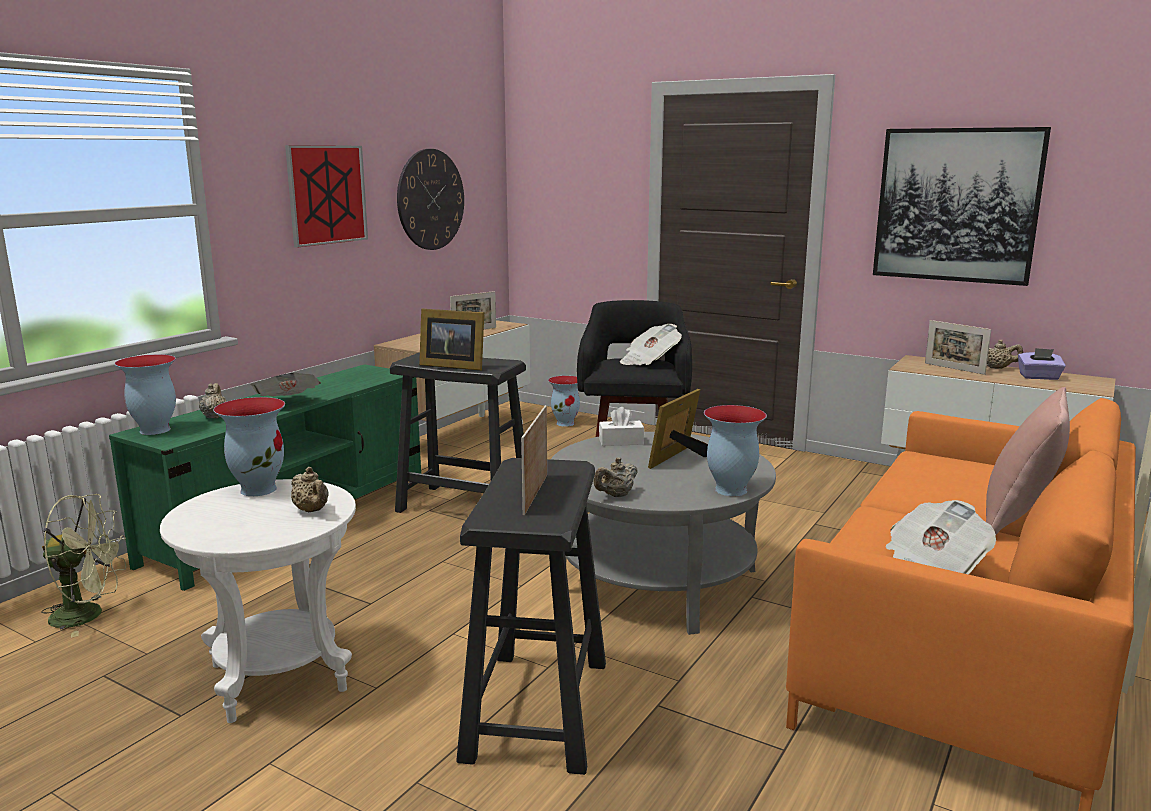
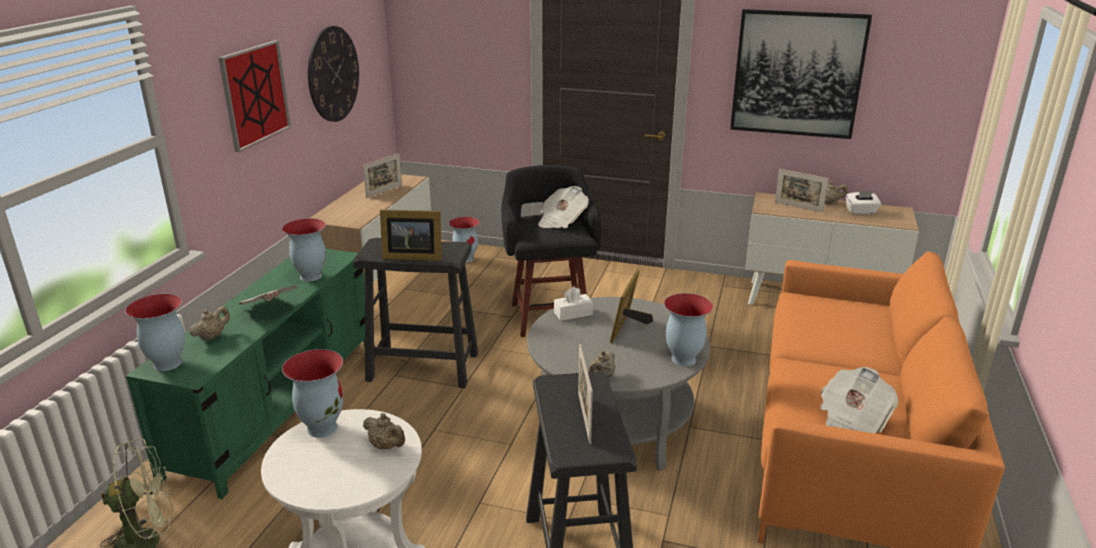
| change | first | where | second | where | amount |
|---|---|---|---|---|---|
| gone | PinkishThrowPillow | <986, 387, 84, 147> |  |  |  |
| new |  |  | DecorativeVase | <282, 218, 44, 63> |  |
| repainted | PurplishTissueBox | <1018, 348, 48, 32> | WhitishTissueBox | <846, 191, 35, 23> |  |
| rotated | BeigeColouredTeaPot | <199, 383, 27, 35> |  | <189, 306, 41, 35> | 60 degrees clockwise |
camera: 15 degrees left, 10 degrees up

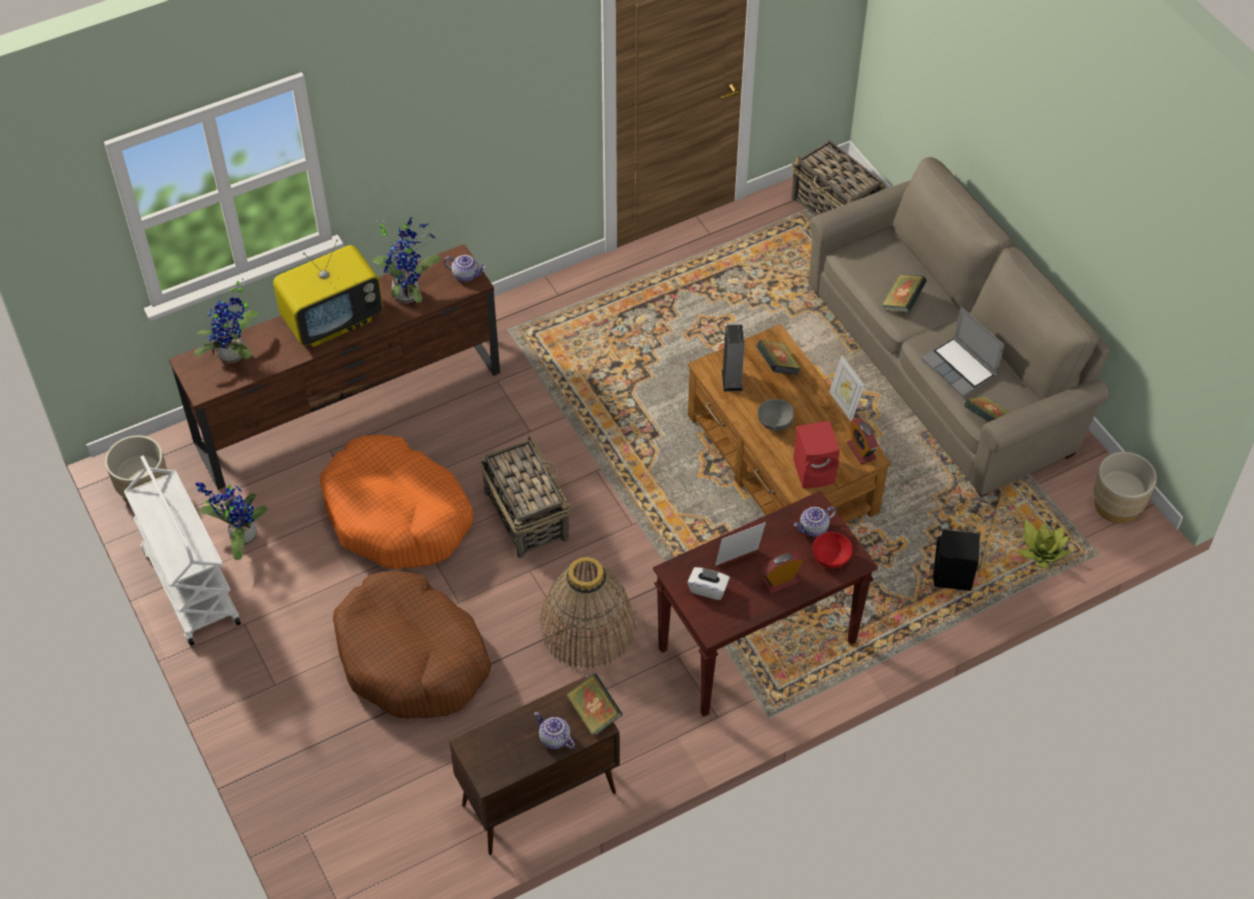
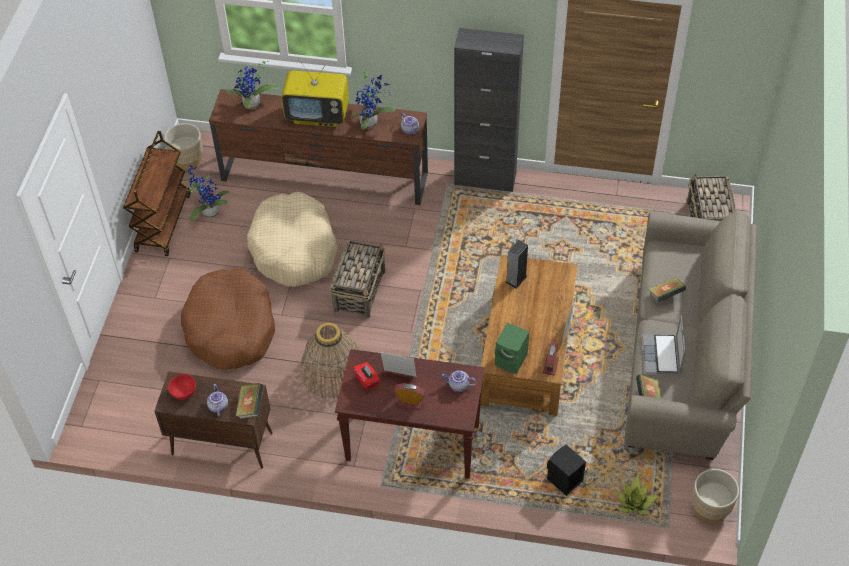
| change | first | where | second | where | amount |
|---|---|---|---|---|---|
| gone | Volume | <756, 340, 45, 35> |  |  |  |
| gone | GrayDeepDish | <758, 399, 36, 32> |  |  |  |
| new |  |  | BlackishCupboard | <454, 28, 70, 164> |  |
| shifted | RedDeepDish | <812, 532, 41, 36> |  | <168, 374, 28, 25> |  |
| repainted | WhitishTrolley | <124, 456, 117, 190> | BrownColouredTrolley | <123, 131, 68, 125> |  |
| repainted | OrangeDogCushion | <320, 435, 154, 134> | BeigeColouredDogCushion | <247, 192, 91, 95> |  |
| repainted | WhitishTissueBox | <687, 567, 43, 33> | RedTissueBox | <353, 362, 27, 28> |  |
| repainted | RedAudioSpeaker | <793, 421, 47, 67> | GreenColouredAudioSpeaker | <495, 323, 34, 51> |  |
camera: 40 degrees right, 0 degrees up

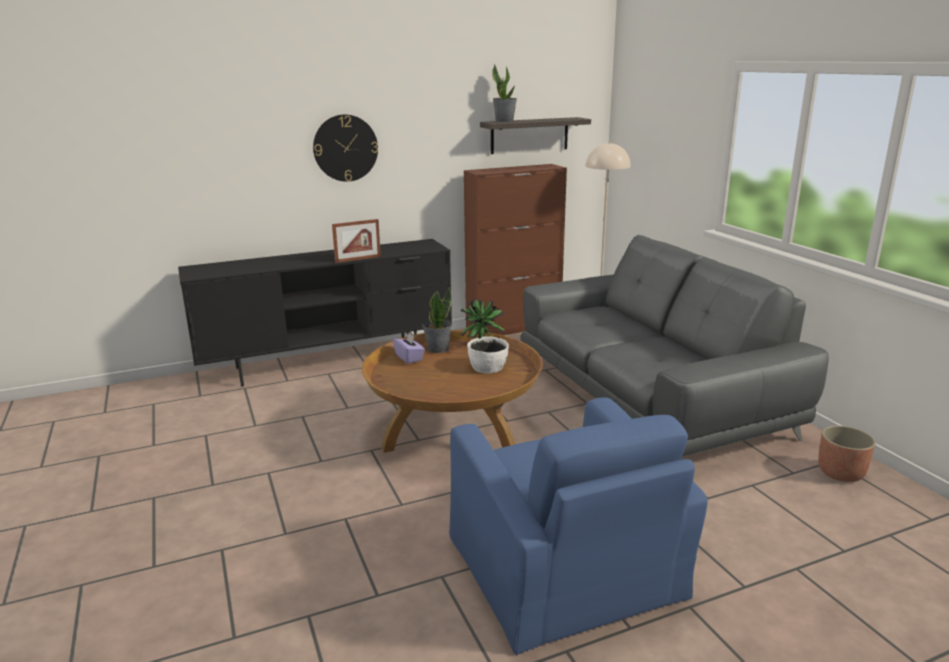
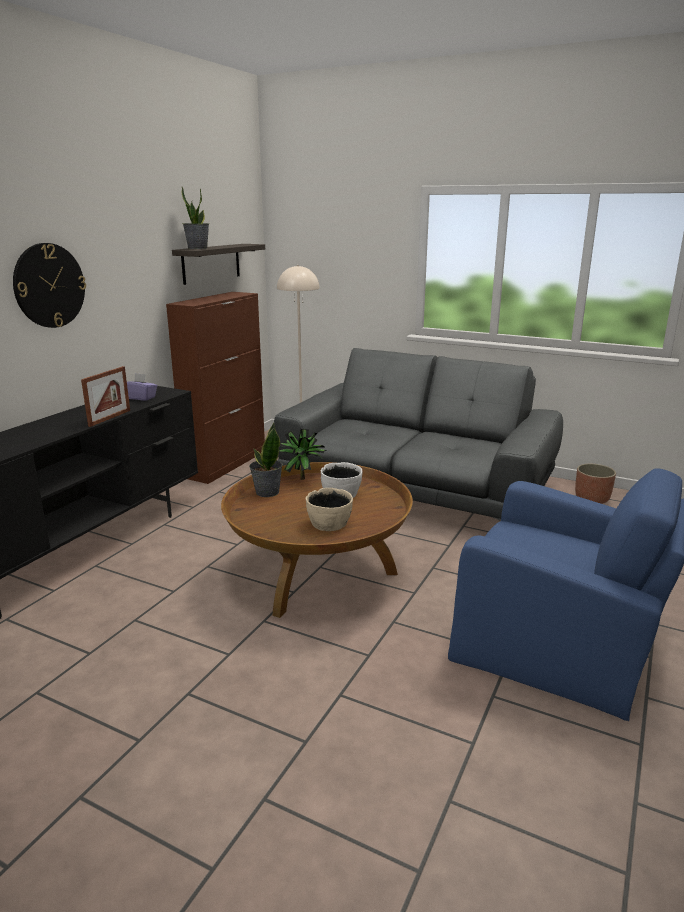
| change | first | where | second | where | amount |
|---|---|---|---|---|---|
| new |  |  | BeigeColouredDeepDish | <306, 488, 47, 43> |  |
| shifted | PurplishTissueBox | <393, 333, 32, 31> |  | <127, 373, 31, 28> |  |
camera: 40 degrees left, 0 degrees up

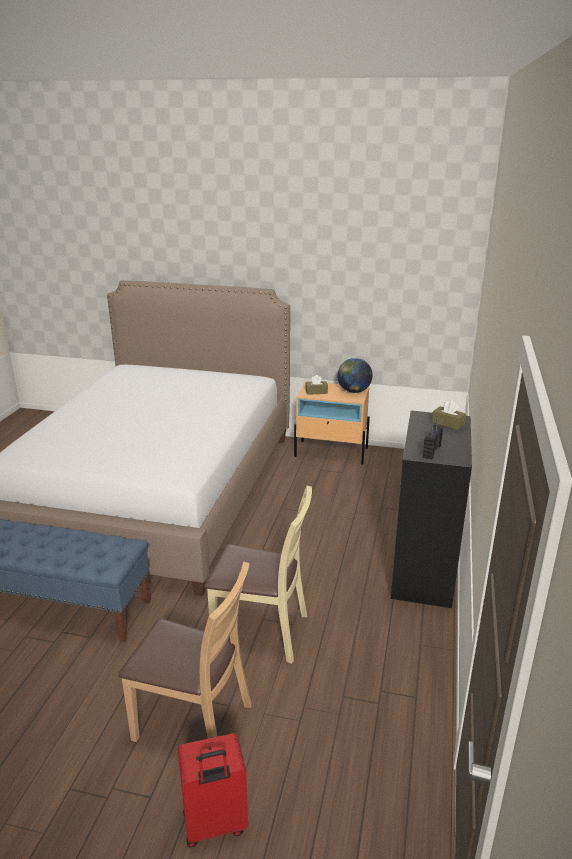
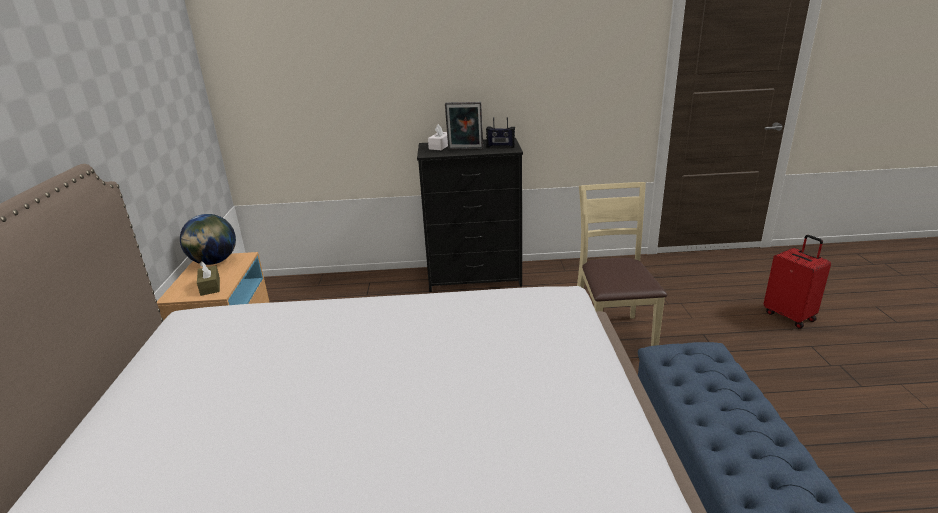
| change | first | where | second | where | amount |
|---|---|---|---|---|---|
| gone | BrownColouredPlainChair | <118, 561, 134, 181> |  |  |  |
| new |  |  | PictureFrame | <445, 102, 38, 48> |  |
| repainted | BrownColouredTissueBox | <432, 401, 34, 29> | WhitishTissueBox | <428, 124, 20, 26> |  |
camera: 105 degrees left, 0 degrees up

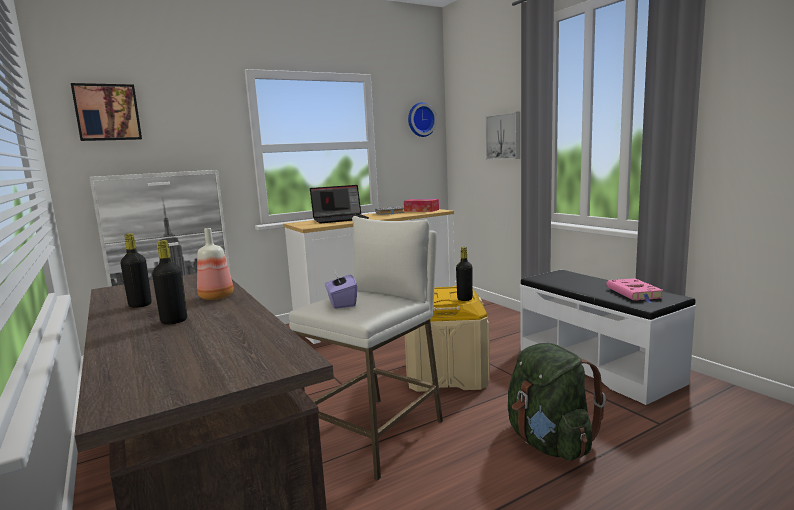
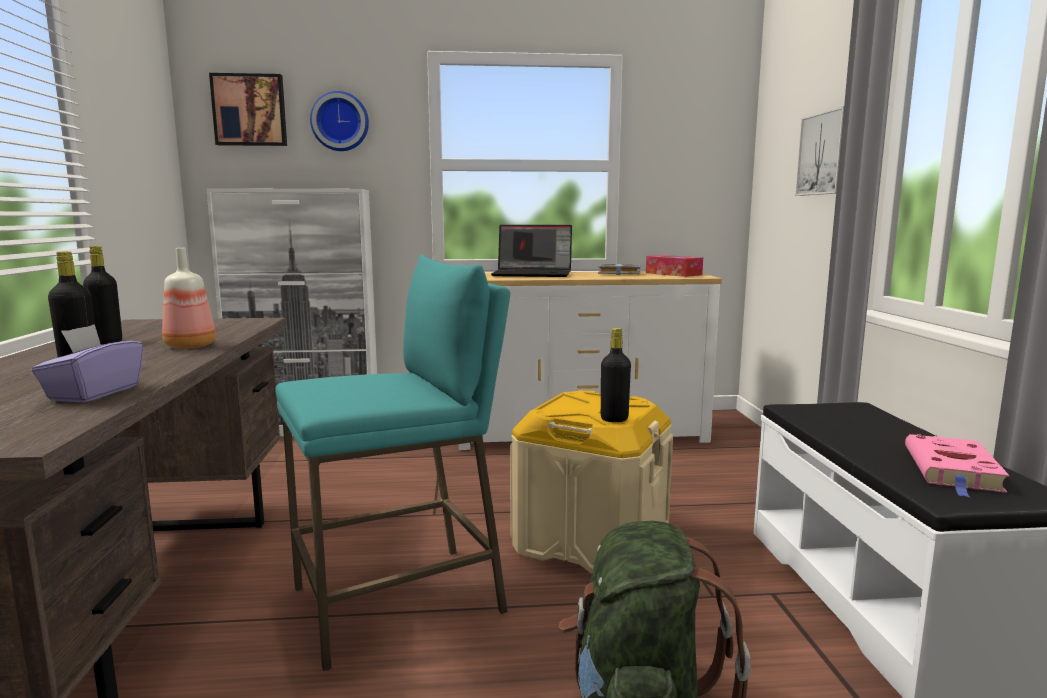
| change | first | where | second | where | amount |
|---|---|---|---|---|---|
| shifted | PurplishTissueBox | <325, 269, 32, 40> |  | <31, 324, 112, 79> |  |
| shifted | ClockOnTheWall | <408, 102, 29, 35> |  | <310, 91, 59, 60> |  |
| repainted | WhitishSittingStool | <289, 216, 154, 264> | TurquoiseSittingStool | <275, 255, 235, 416> |  |
camera: 25 degrees right, 0 degrees up

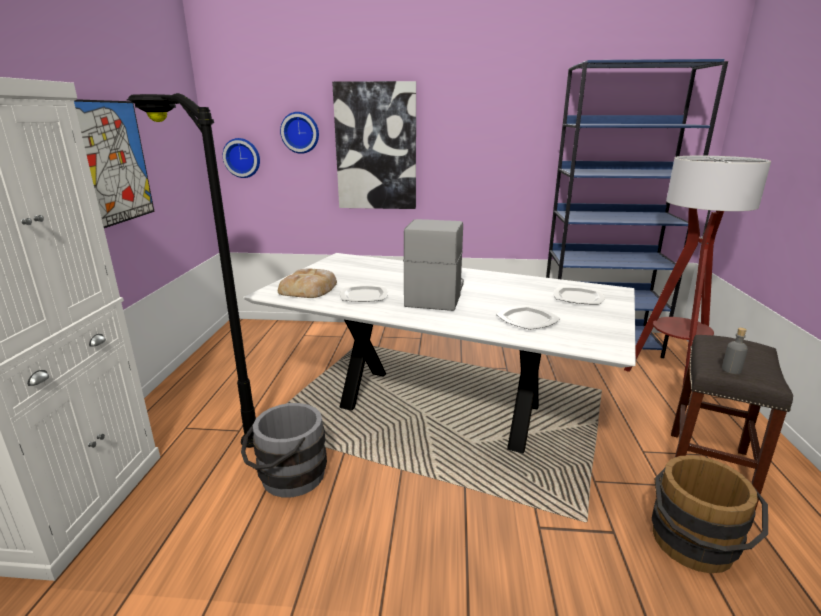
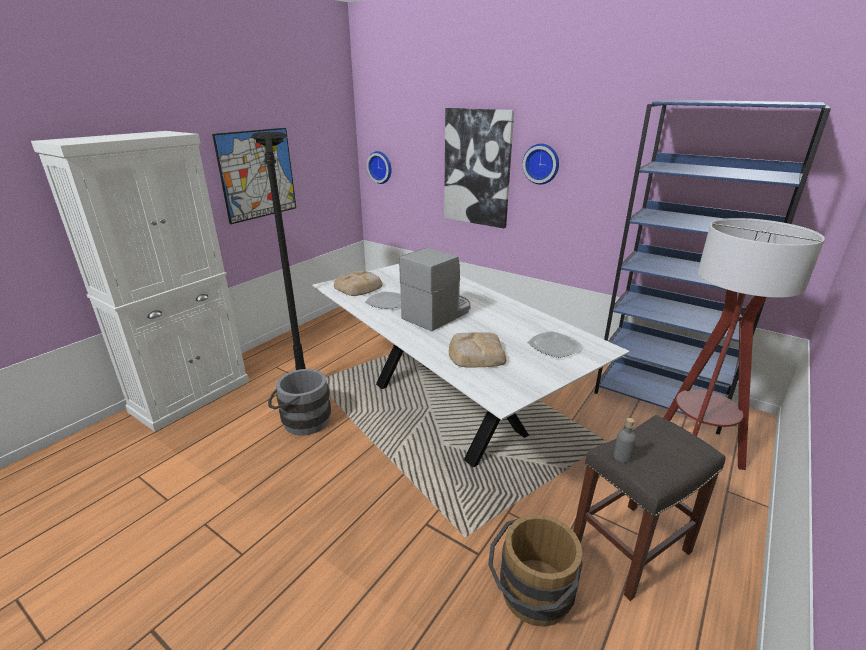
| change | first | where | second | where | amount |
|---|---|---|---|---|---|
| shifted | ClockOnTheWall | <280, 112, 39, 42> |  | <522, 144, 37, 40> |  |
| swapped | FlatDish | <496, 305, 65, 25> | BakeryBread | <449, 332, 58, 35> |  |
camera: 30 degrees right, 5 degrees up

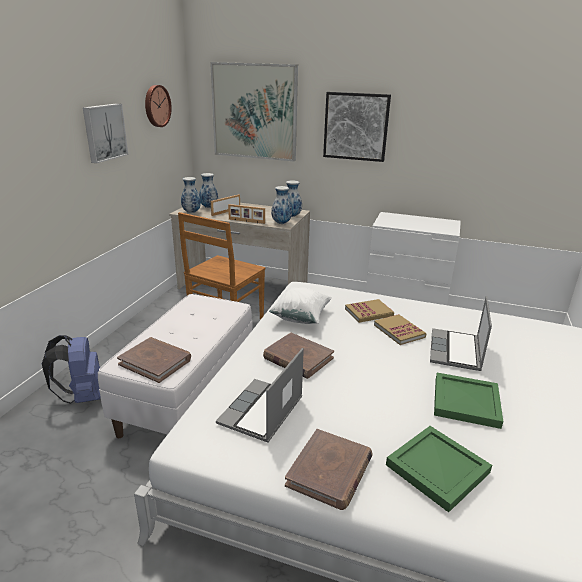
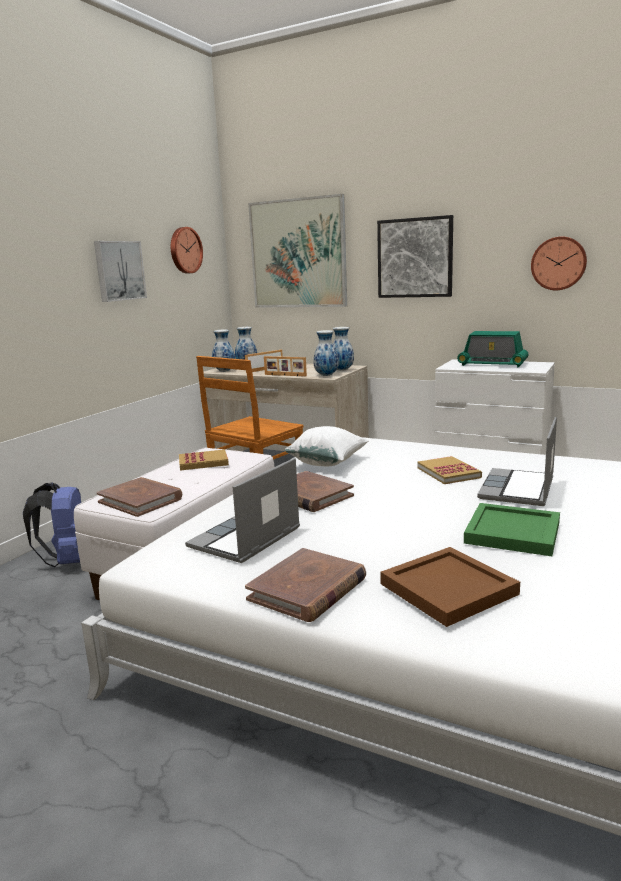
| change | first | where | second | where | amount |
|---|---|---|---|---|---|
| new |  |  | RadioReceiver | <457, 331, 72, 36> |  |
| new |  |  | ClockOnTheWall | <531, 236, 56, 54> |  |
| shifted | Volume | <345, 299, 49, 24> |  | <179, 449, 50, 22> |  |
| repainted | GreenColouredTray | <386, 426, 106, 86> | BrownColouredTray | <380, 547, 140, 80> |  |
camera: 10 degrees right, 10 degrees down

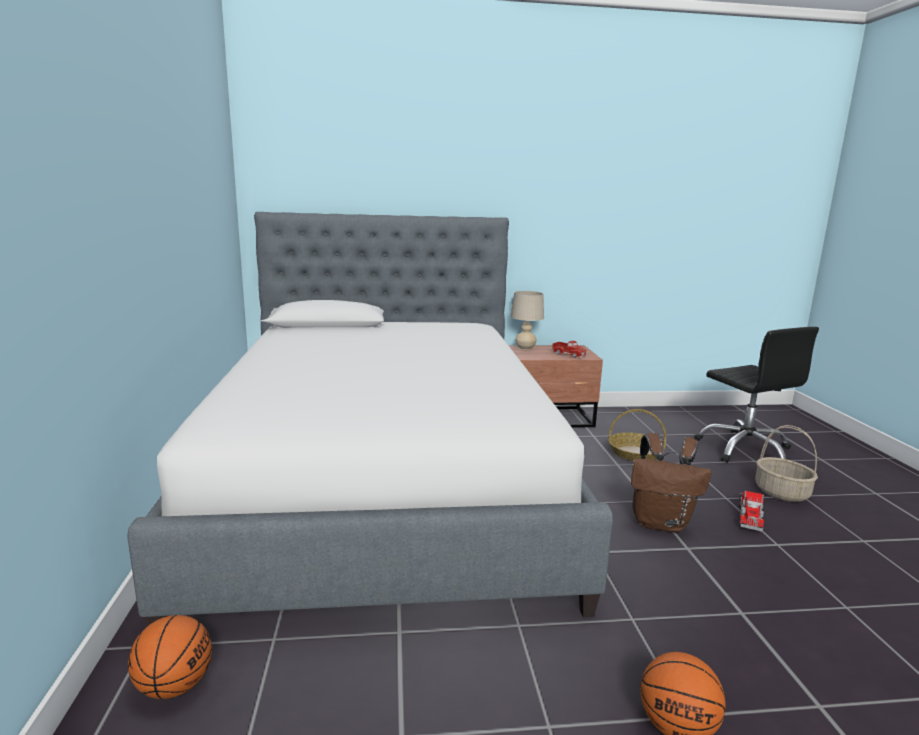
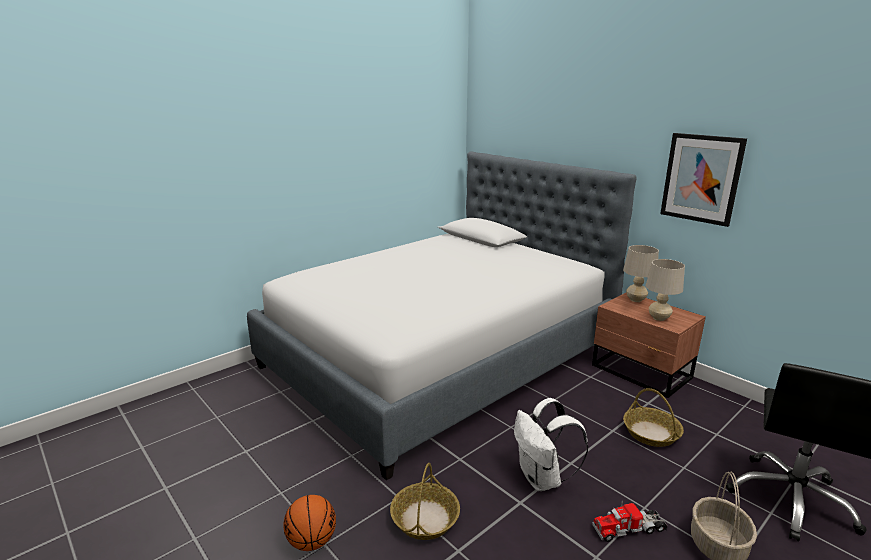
| change | first | where | second | where | amount |
|---|---|---|---|---|---|
| gone | Basketball | <128, 615, 84, 84> |  |  |  |
| new |  |  | StorageBasket | <390, 463, 70, 77> |  |
| new |  |  | WallArt | <660, 133, 87, 94> |  |
| swapped | ToyLorry | <552, 341, 35, 17> | BeigeColouredLampForATable | <646, 259, 39, 62> |  |
| repainted | BrownColouredKnapsack | <631, 433, 80, 99> | WhitishKnapsack | <514, 398, 74, 93> |  |
camera: 55 degrees right, 5 degrees up

